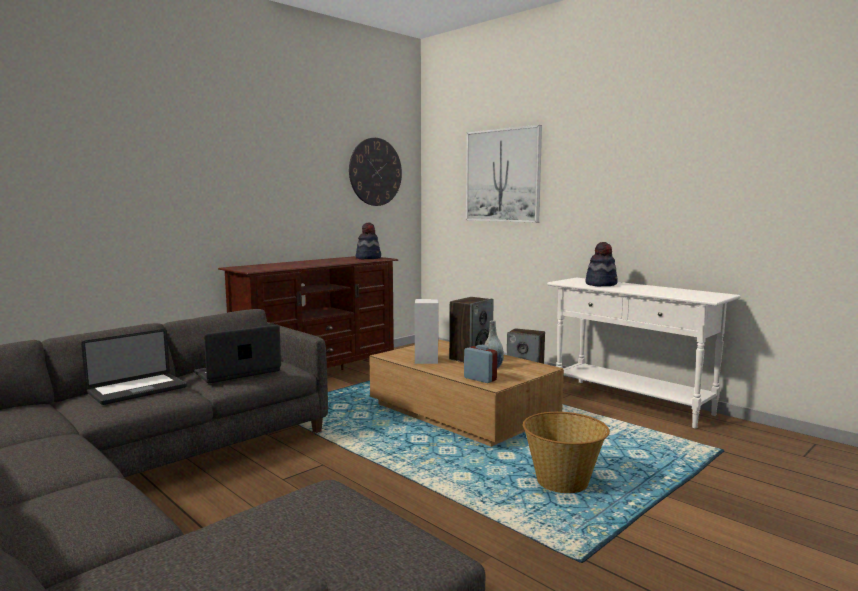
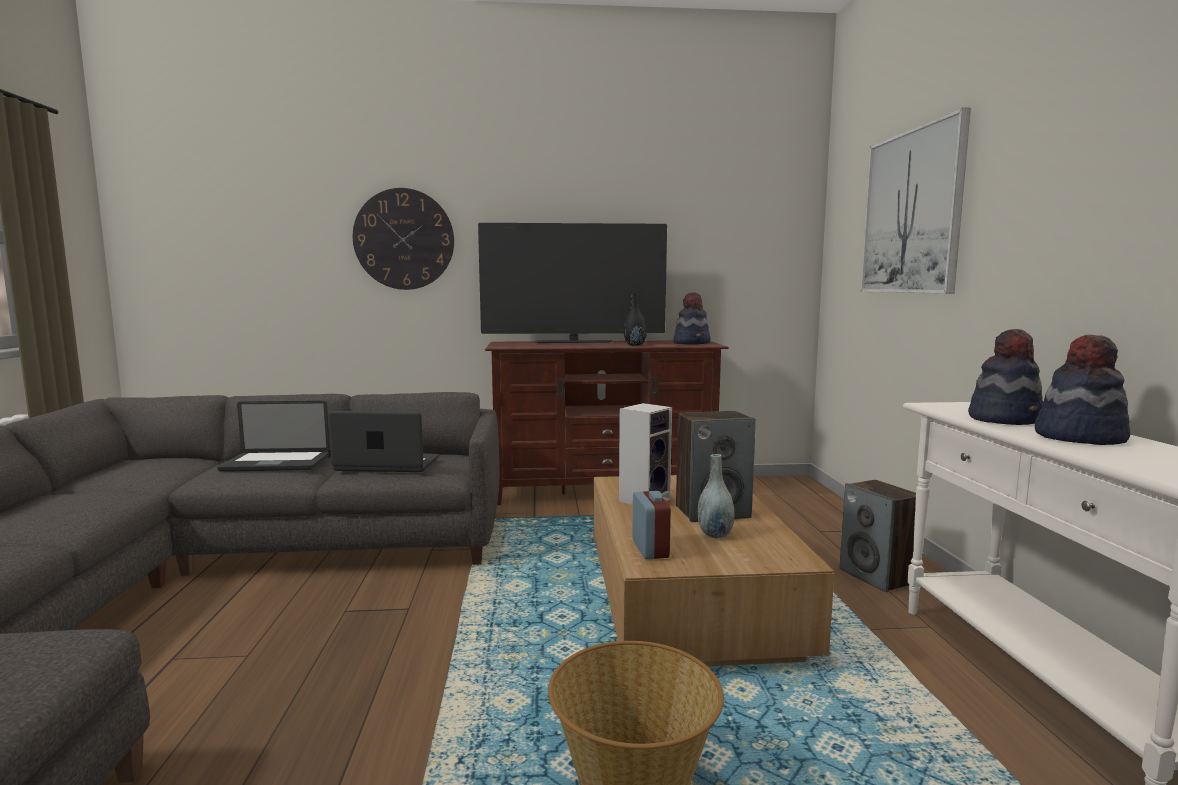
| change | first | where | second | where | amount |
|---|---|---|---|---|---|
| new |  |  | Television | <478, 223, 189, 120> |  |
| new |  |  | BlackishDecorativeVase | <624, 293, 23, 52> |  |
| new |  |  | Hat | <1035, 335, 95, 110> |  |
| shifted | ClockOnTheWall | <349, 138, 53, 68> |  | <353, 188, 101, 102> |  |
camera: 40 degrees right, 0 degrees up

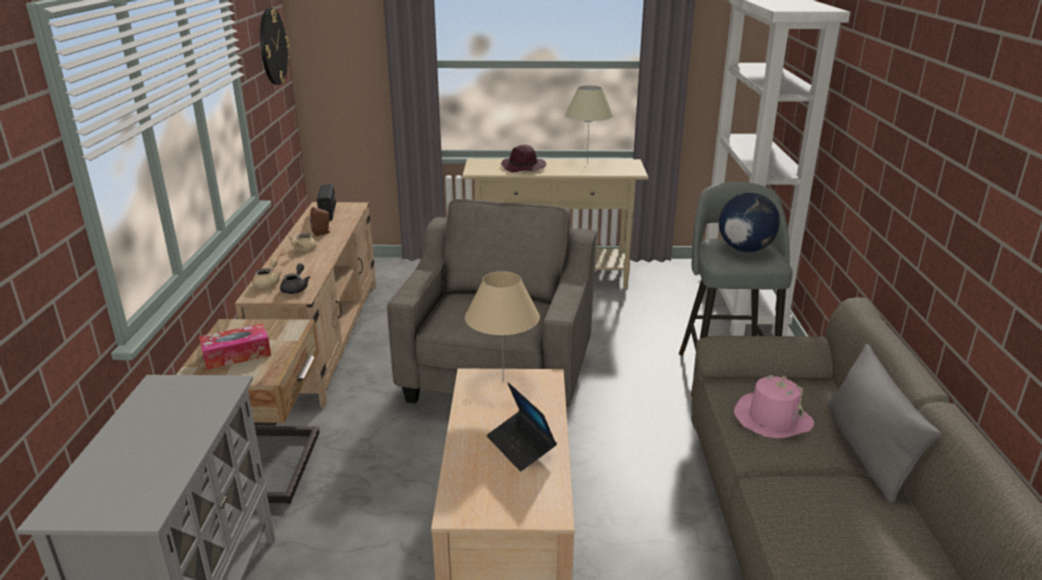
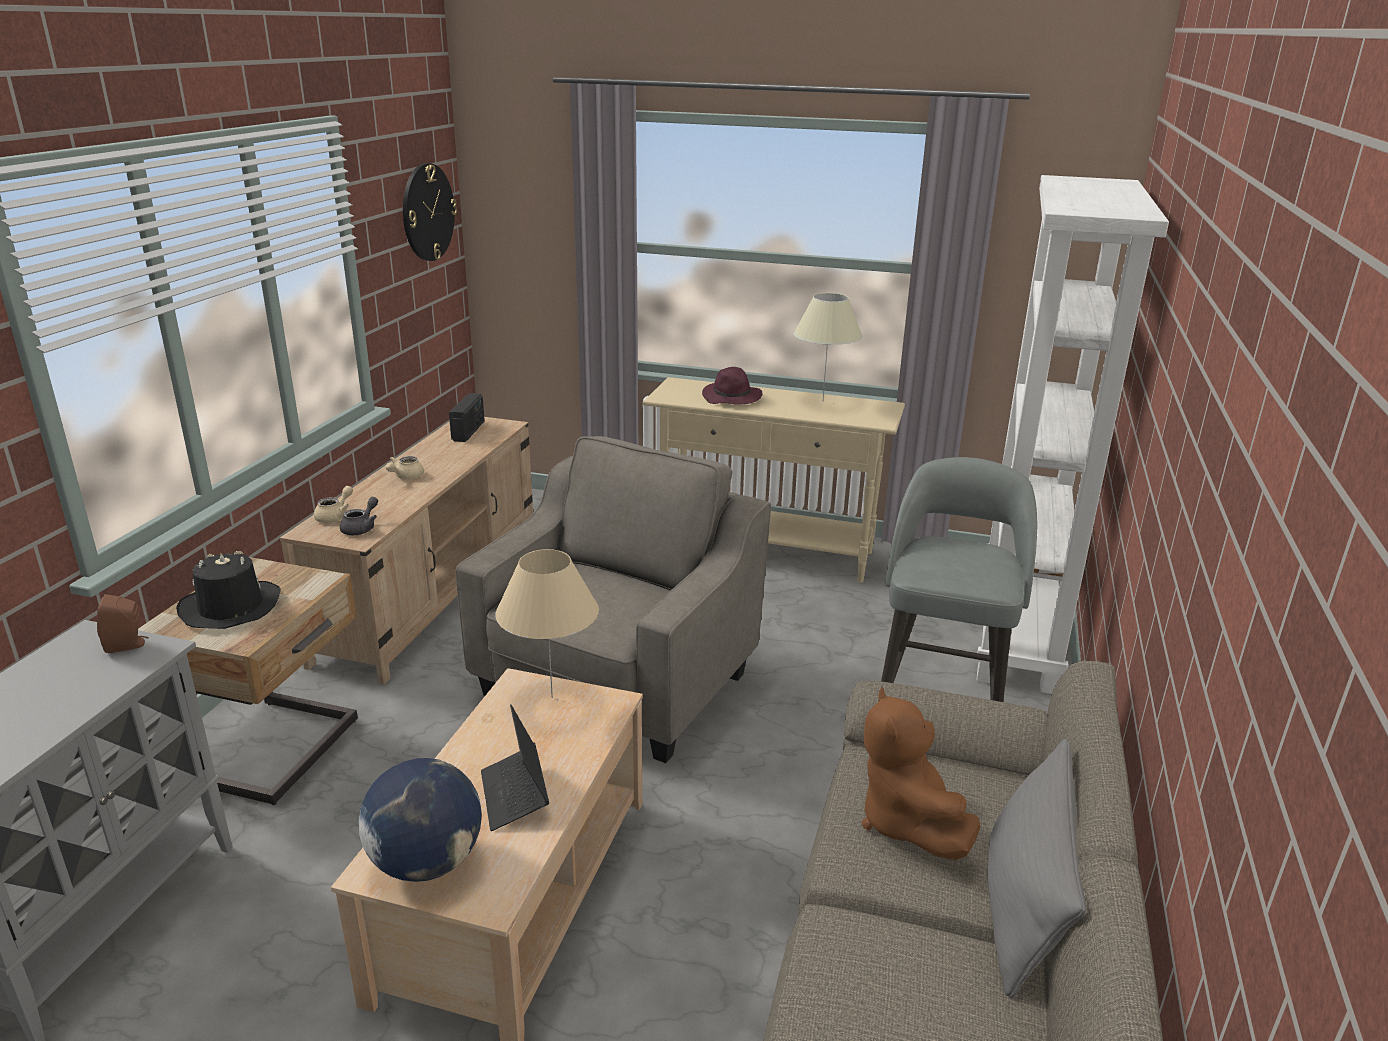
| change | first | where | second | where | amount |
|---|---|---|---|---|---|
| shifted | BrownColouredAudioSpeaker | <310, 207, 21, 29> |  | <97, 594, 52, 59> |  |
| shifted | DeskGlobe | <719, 193, 61, 59> |  | <359, 758, 123, 124> |  |
| swapped | TissueBox | <199, 323, 72, 47> | BlackishHat | <176, 551, 105, 78> |  |
| swapped | PinkishHat | <734, 375, 80, 63> | BrownColouredPlushToy | <862, 687, 118, 173> |  |
camera: 15 degrees right, 0 degrees up

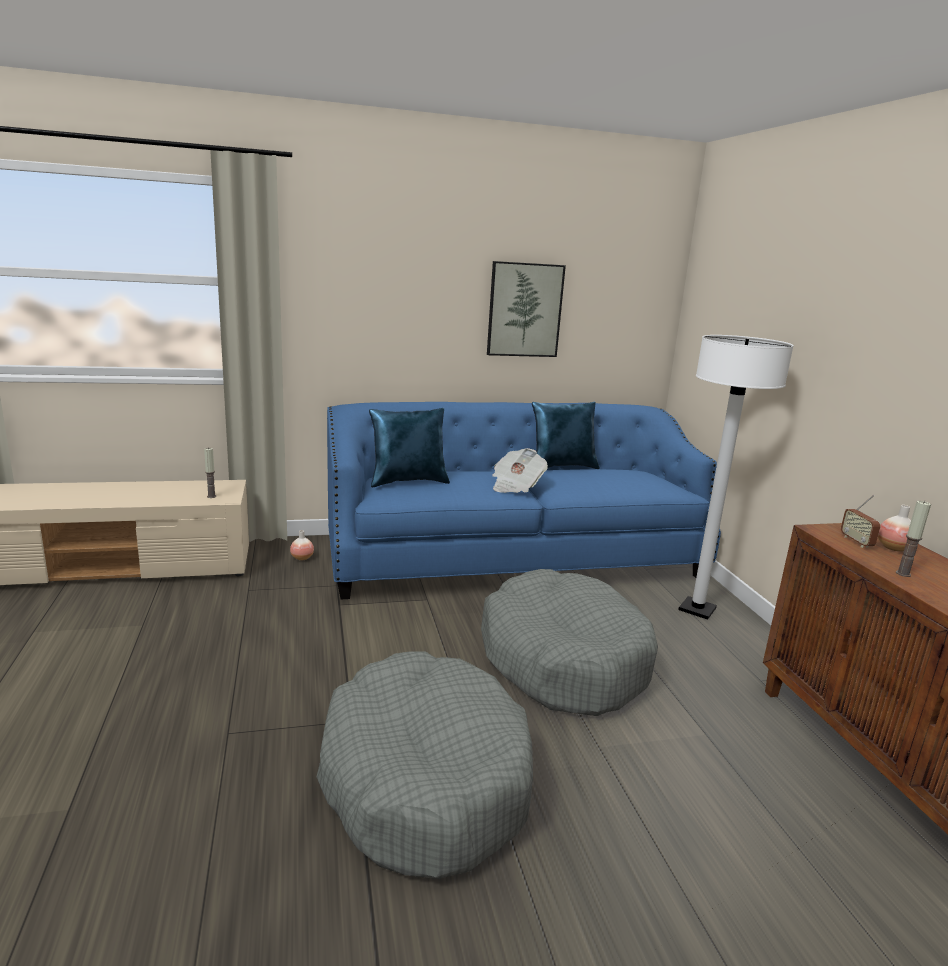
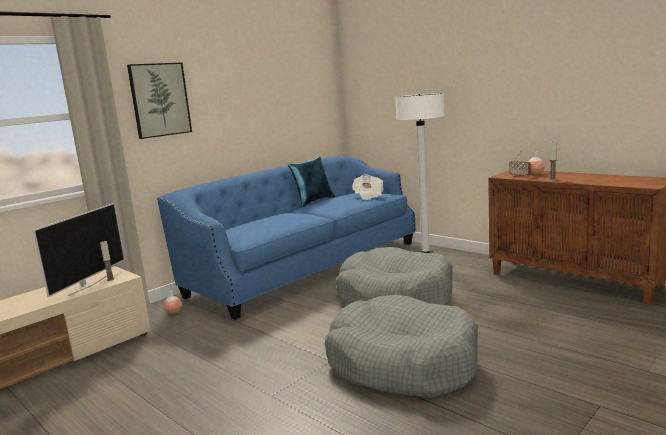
| change | first | where | second | where | amount |
|---|---|---|---|---|---|
| gone | BlueColouredThrowPillow | <369, 408, 81, 79> |  |  |  |
| new |  |  | Television | <33, 203, 92, 95> |  |
| shifted | WallArt | <487, 261, 79, 96> |  | <127, 63, 65, 76> |  |
| shifted | DailyPaper | <492, 448, 56, 45> |  | <352, 175, 31, 25> |  |
camera: 30 degrees left, 5 degrees down

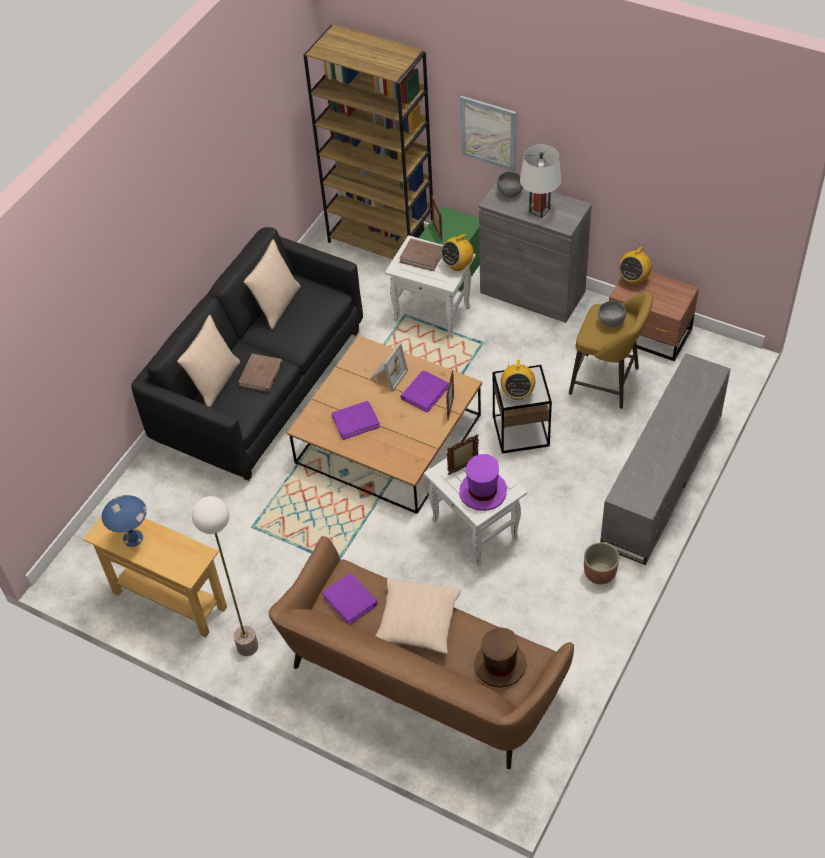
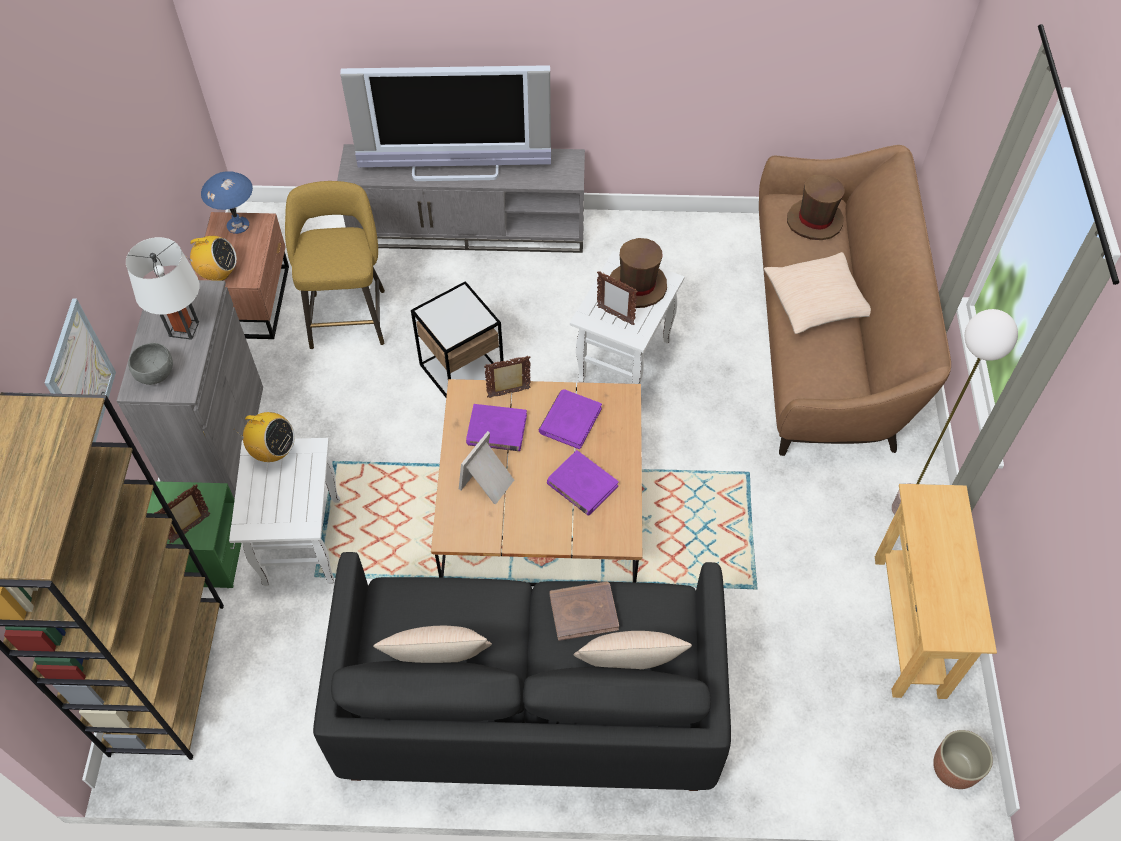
| change | first | where | second | where | amount |
|---|---|---|---|---|---|
| gone | BrownColouredVolume | <399, 238, 43, 33> |  |  |  |
| gone | RadioReceiver | <501, 360, 35, 40> |  |  |  |
| gone | GrayDeepDish | <598, 301, 28, 26> |  |  |  |
| new |  |  | Television | <340, 65, 211, 116> |  |
| shifted | BlueColouredLampForATable | <101, 495, 46, 52> |  | <201, 171, 52, 63> |  |
| shifted | PurplishVolume | <322, 573, 56, 52> |  | <539, 389, 63, 60> |  |
| shifted | FlowerPot | <584, 542, 35, 42> |  | <933, 730, 60, 59> |  |
| repainted | PurplishHat | <459, 454, 48, 57> | BrownColouredHat | <610, 238, 57, 70> |  |
| rotated | PictureFrame | <371, 343, 37, 49> |  | <459, 431, 55, 74> | 60 degrees counterclockwise |
camera: 120 degrees left, 5 degrees up

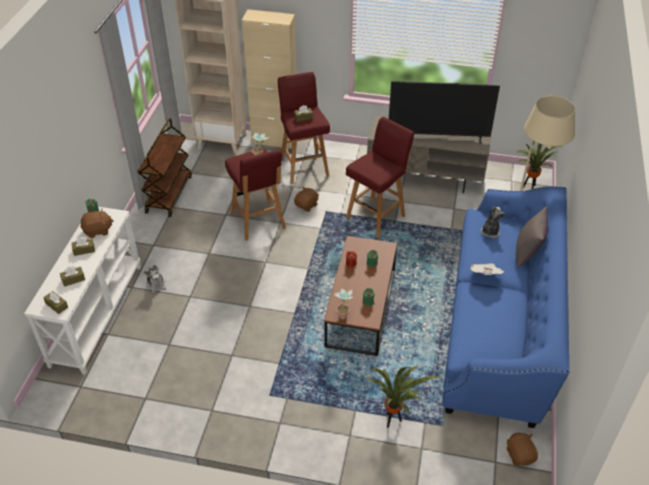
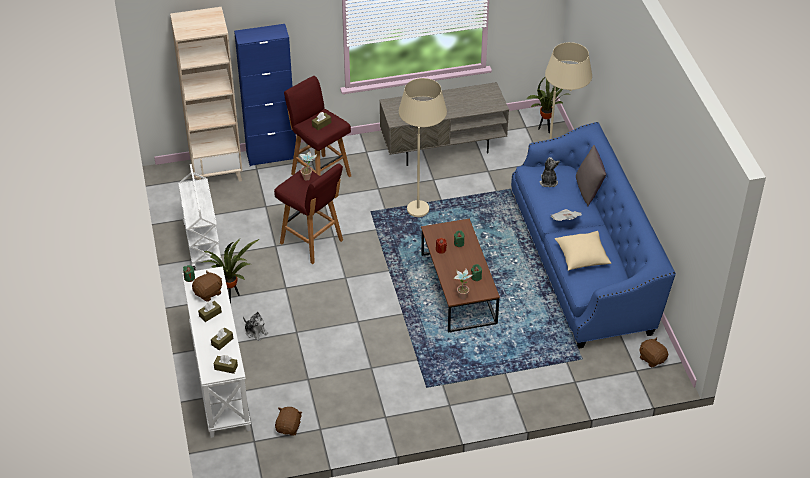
| change | first | where | second | where | amount |
|---|---|---|---|---|---|
| gone | Television | <389, 82, 111, 62> |  |  |  |
| new |  |  | BeigeColouredThrowPillow | <555, 231, 56, 40> |  |
| shifted | BrownColouredPlushToy | <294, 187, 25, 25> |  | <275, 407, 27, 28> |  |
| shifted | PottedPlant | <365, 365, 74, 63> |  | <200, 239, 59, 64> |  |
| swapped | RedSittingStool | <346, 117, 69, 121> | BeigeColouredFloorLamp | <399, 78, 48, 139> |  |
| repainted | BrownColouredTrolley | <137, 118, 55, 99> | WhitishTrolley | <178, 164, 44, 106> |  |
| repainted | BeigeColouredCupboard | <242, 9, 55, 140> | BlueColouredCupboard | <234, 24, 62, 142> |  |
camera: 25 degrees left, 0 degrees up

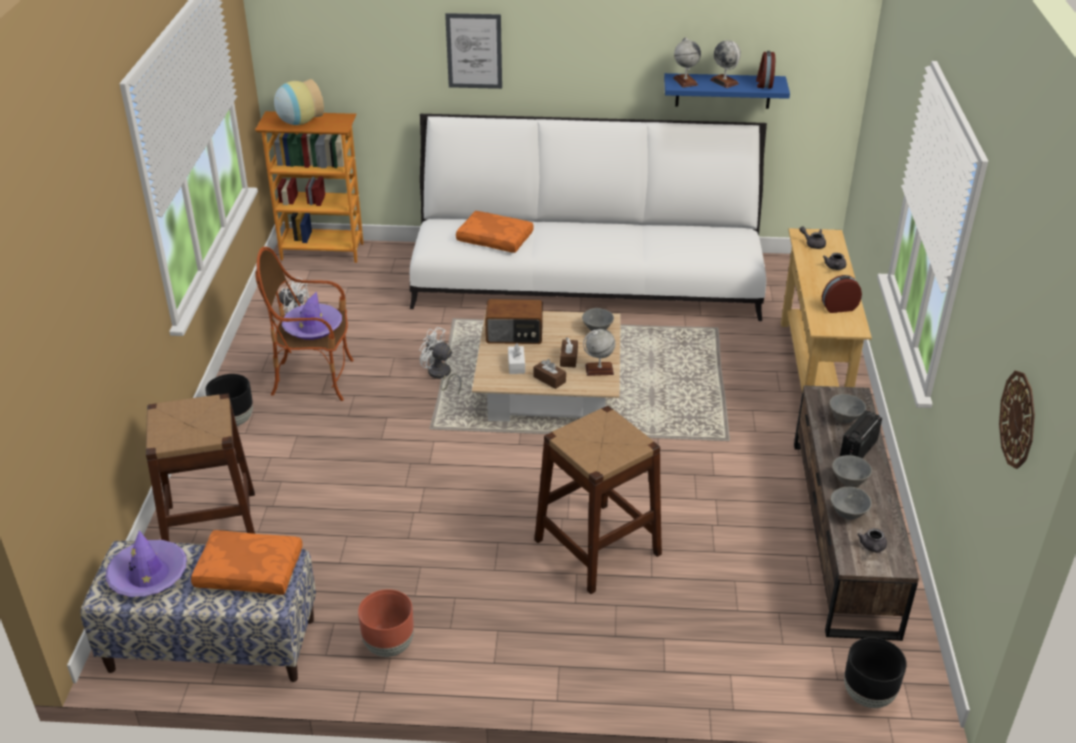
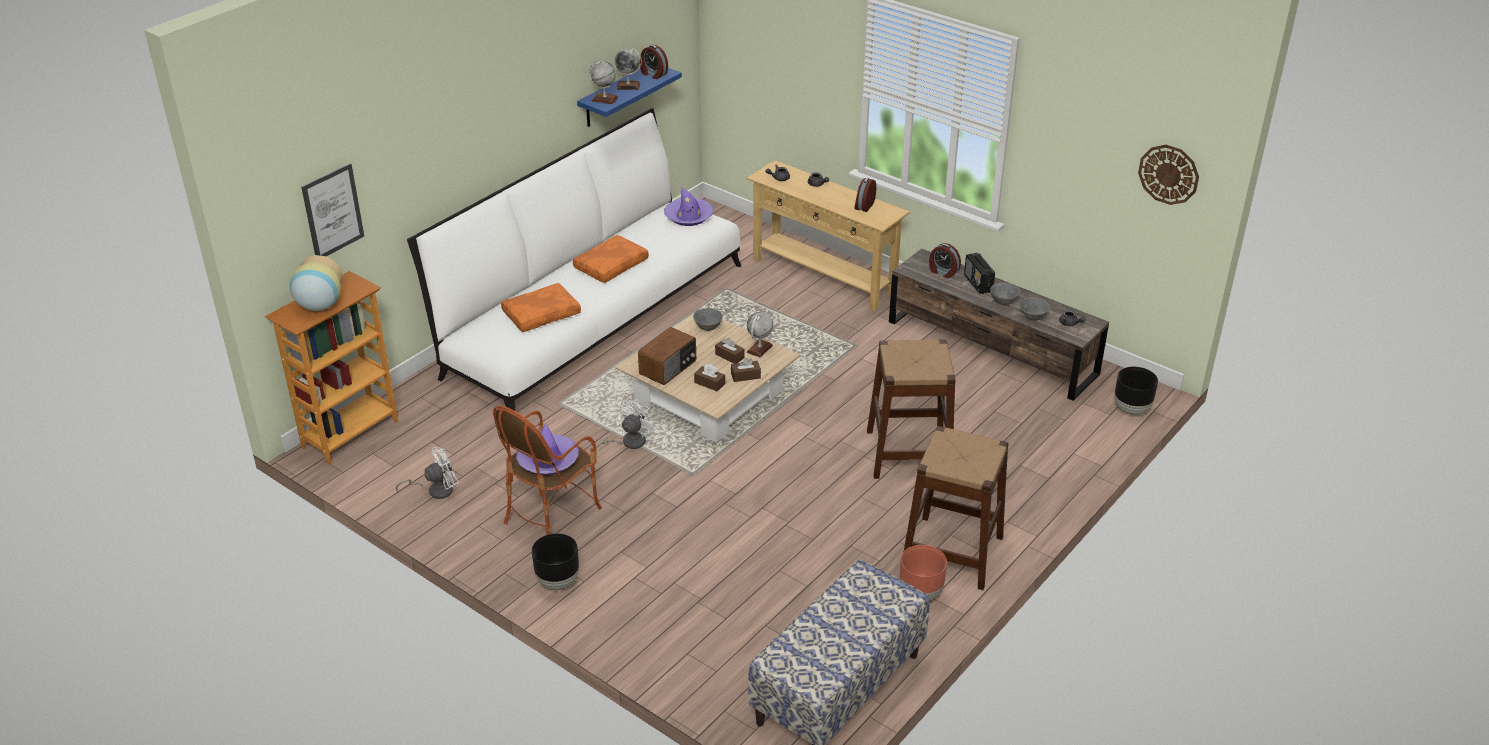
| change | first | where | second | where | amount |
|---|---|---|---|---|---|
| shifted | PurplishHat | <105, 530, 82, 67> |  | <664, 187, 50, 39> |  |
| shifted | BrownColouredSittingStool | <146, 393, 109, 149> |  | <904, 426, 105, 164> |  |
| shifted | OrangeThrowPillow | <191, 530, 112, 65> |  | <573, 235, 76, 48> |  |
| shifted | WallArt | <445, 13, 57, 76> |  | <301, 163, 63, 93> |  |
| swapped | GrayDeepDish | <829, 394, 37, 29> | BedsideClock | <929, 243, 32, 35> |  |
| repainted | WhitishTissueBox | <508, 343, 17, 31> | BrownColouredTissueBox | <694, 364, 31, 28> |  |
| rotated | WhitishFan | <419, 327, 42, 67> |  | <596, 399, 61, 50> | 150 degrees clockwise |
camera: 55 degrees left, 0 degrees up

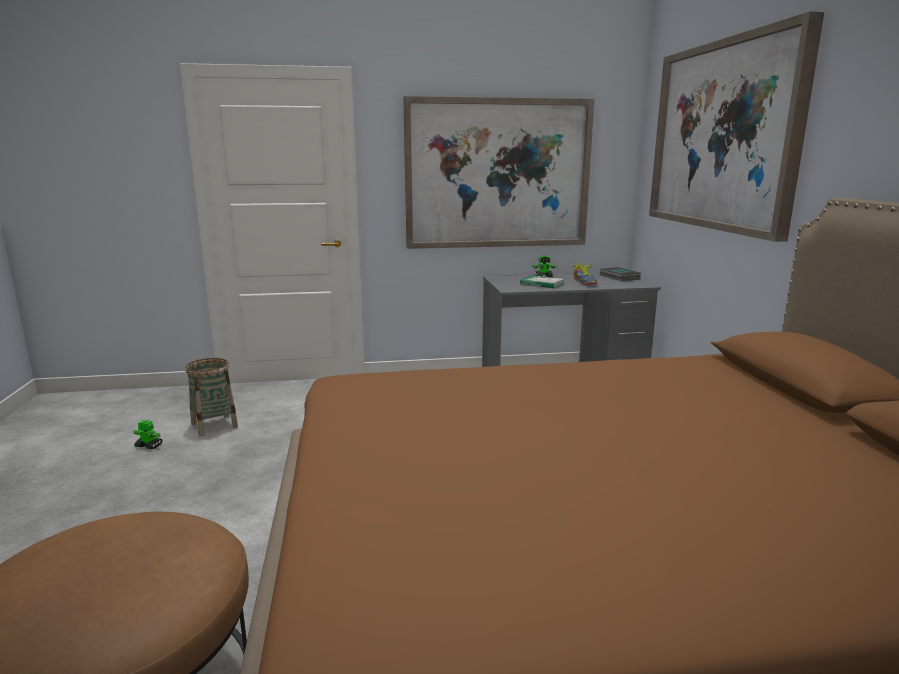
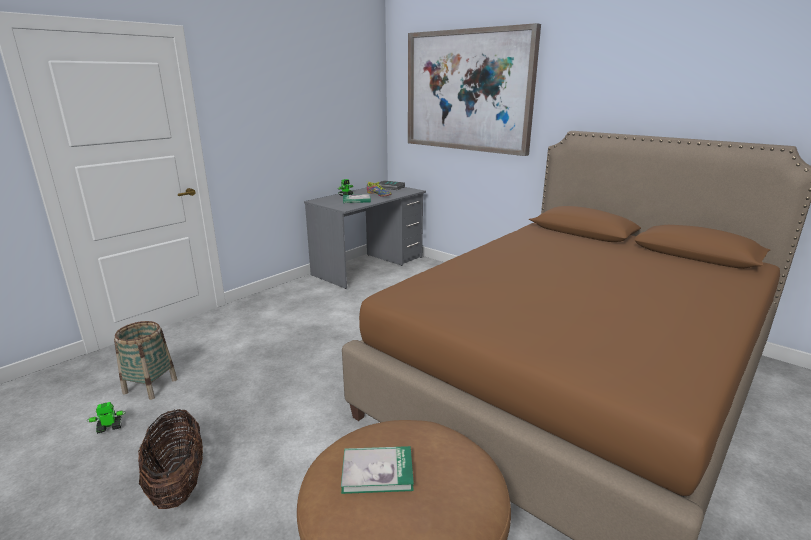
| change | first | where | second | where | amount |
|---|---|---|---|---|---|
| gone | WallArt | <403, 96, 192, 153> |  |  |  |
| new |  |  | StorageBasket | <138, 409, 65, 100> |  |
| new |  |  | Volume | <341, 446, 73, 48> |  |
camera: 40 degrees left, 5 degrees up

